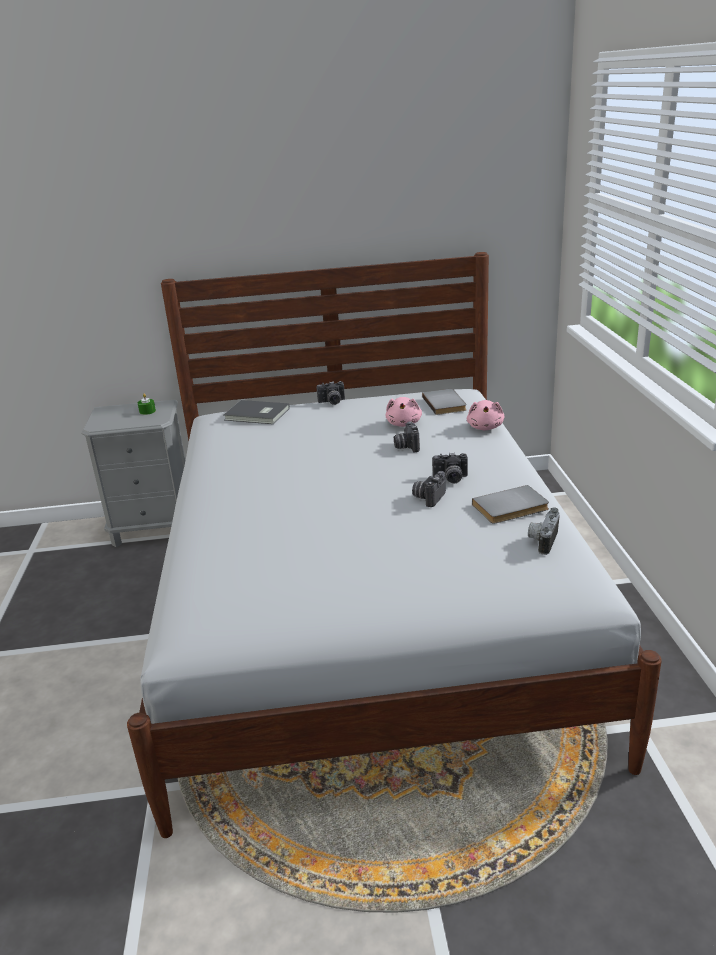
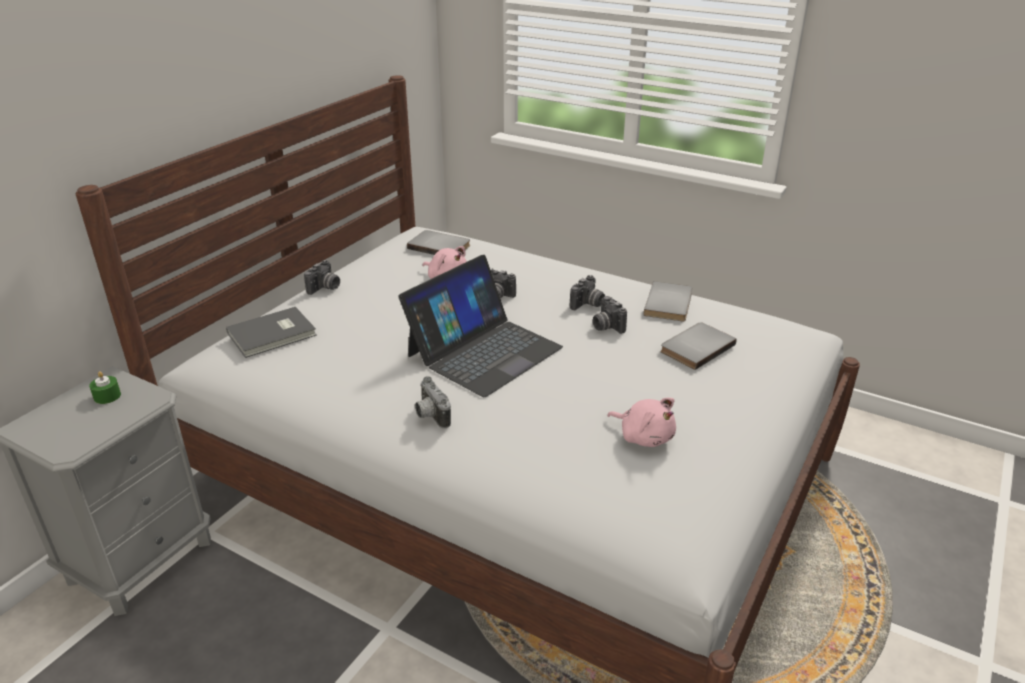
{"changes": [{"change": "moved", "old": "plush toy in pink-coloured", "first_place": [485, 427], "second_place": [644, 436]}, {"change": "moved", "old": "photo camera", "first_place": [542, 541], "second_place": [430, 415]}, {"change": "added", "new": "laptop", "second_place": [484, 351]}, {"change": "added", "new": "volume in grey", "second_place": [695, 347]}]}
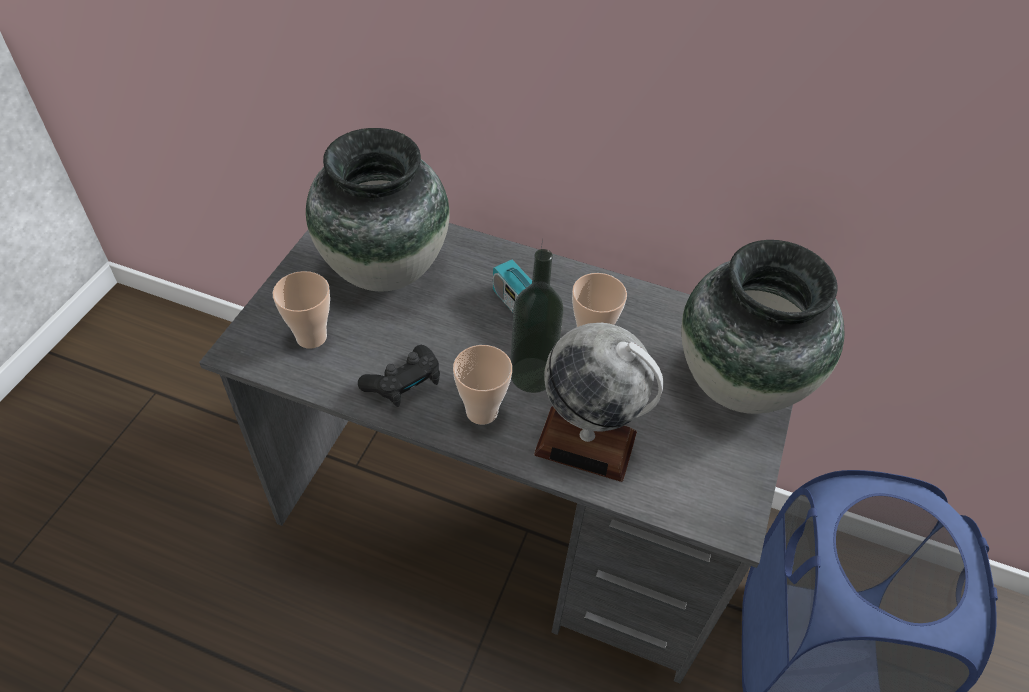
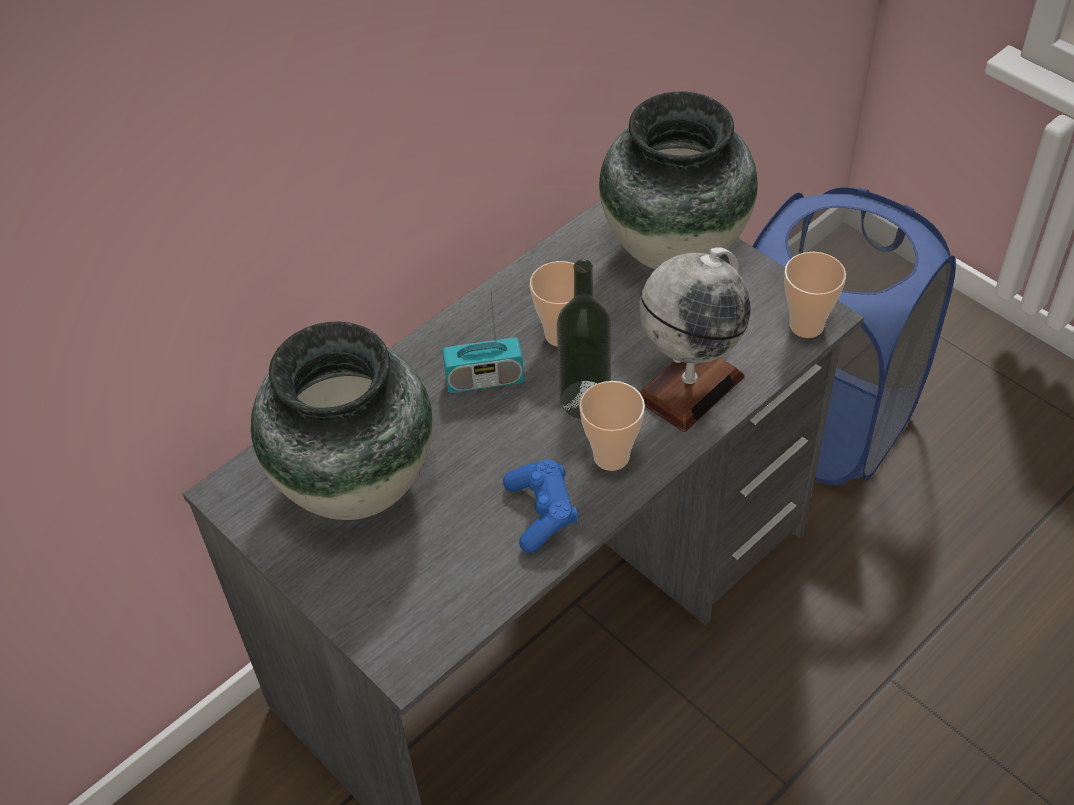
{"changes": [{"change": "moved", "old": "drinking cup", "first_place": [311, 337], "second_place": [806, 326]}, {"change": "recoloured", "old": "game controller in black", "new": "game controller in blue-coloured", "first_place": [404, 384], "second_place": [541, 513]}]}
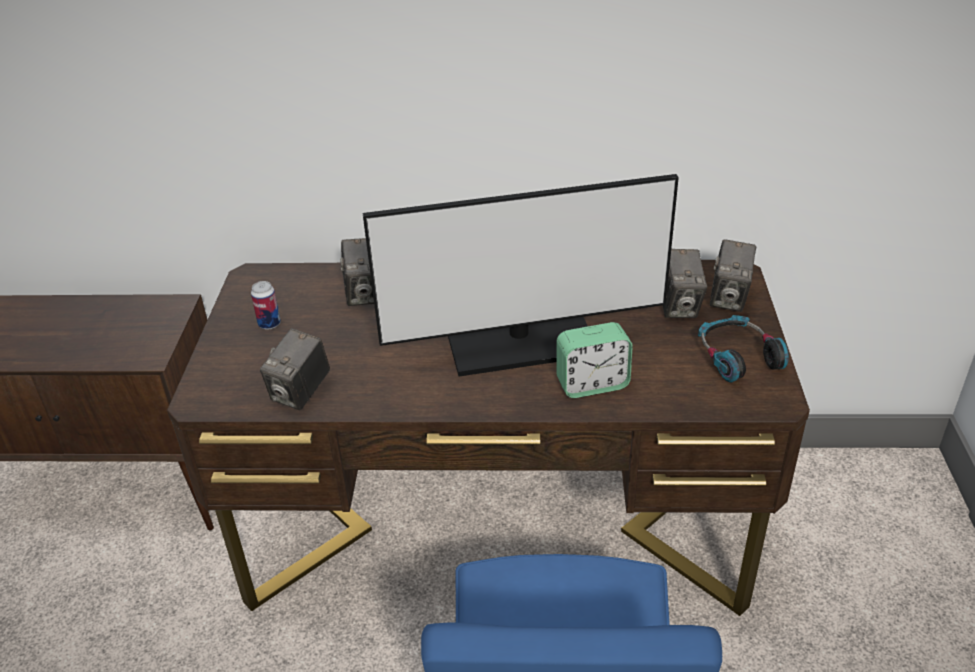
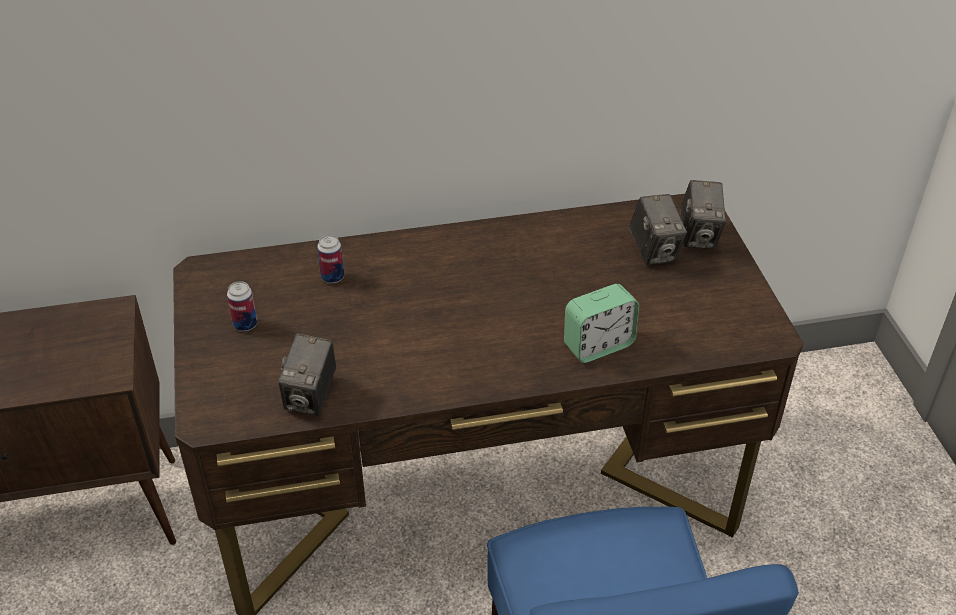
{"changes": [{"change": "removed", "old": "computer display", "first_place": [522, 345]}, {"change": "replaced", "old": "photo camera", "new": "sealed can", "first_place": [363, 294], "second_place": [332, 277]}, {"change": "removed", "old": "headset", "first_place": [737, 356]}]}
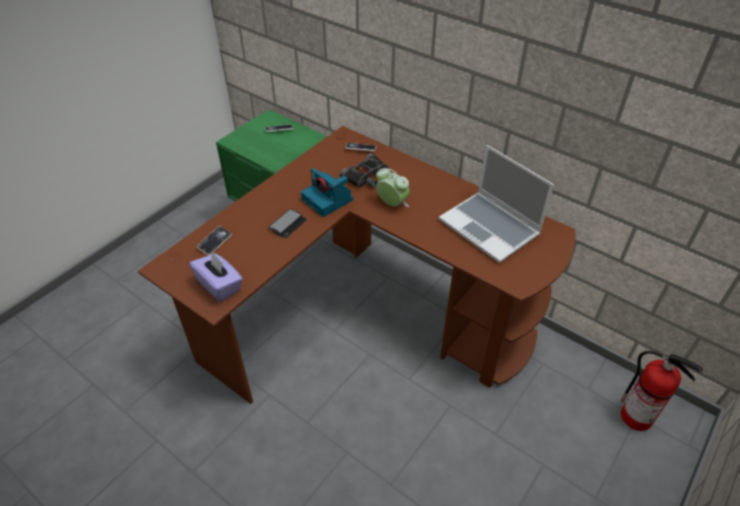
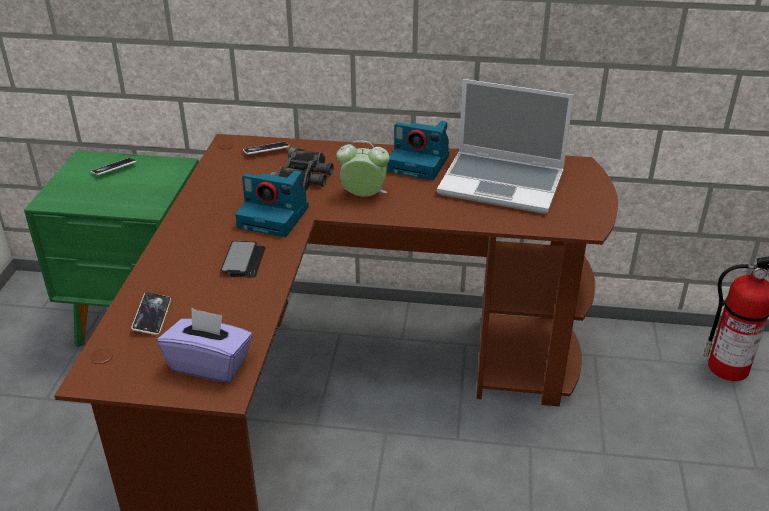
{"changes": [{"change": "added", "new": "photo camera", "second_place": [420, 163]}]}
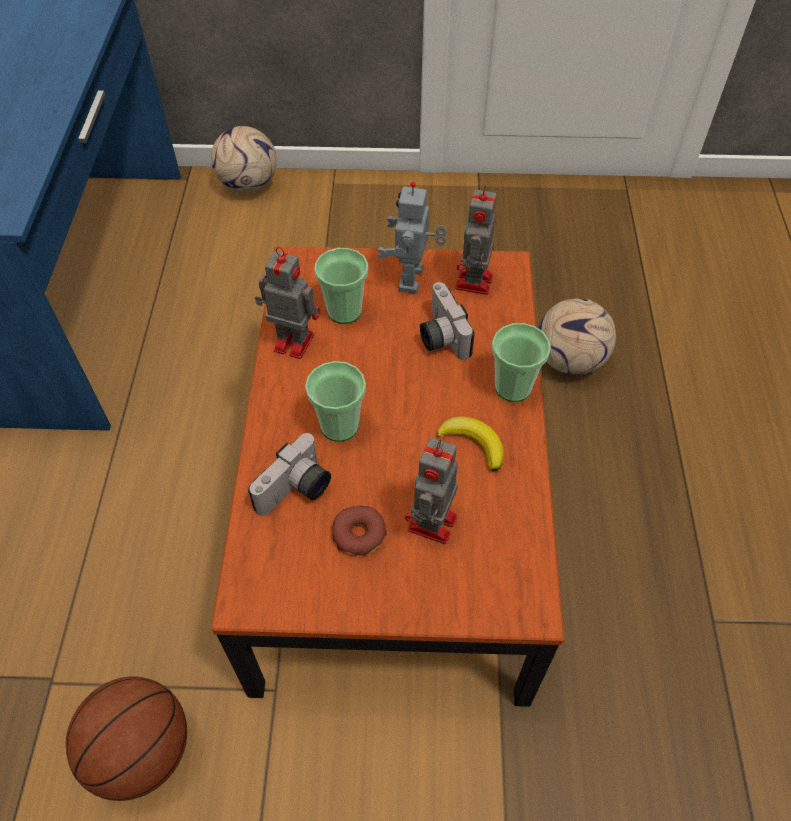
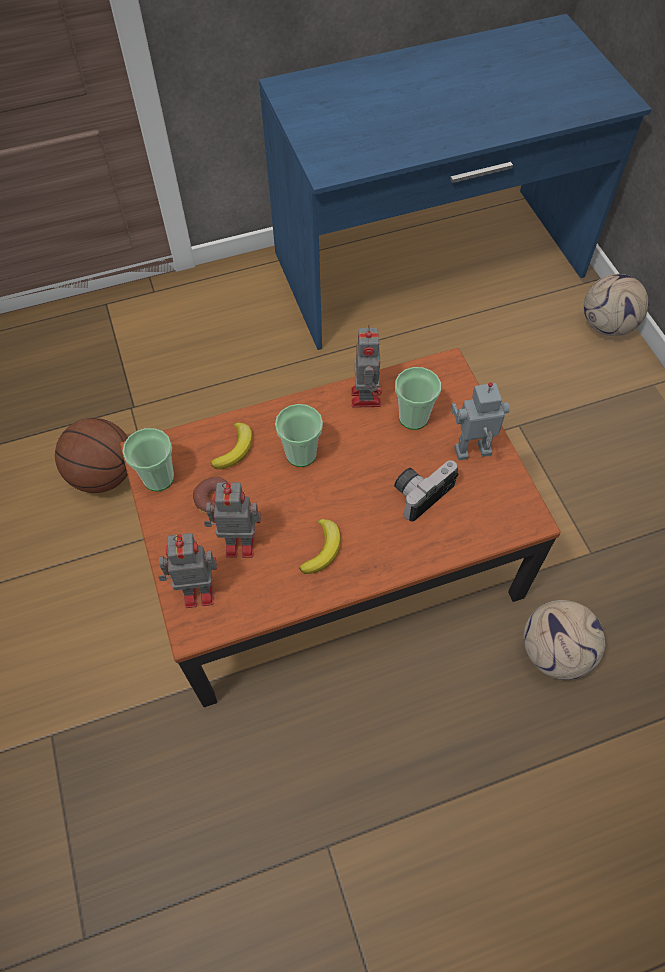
{"changes": [{"change": "moved", "old": "toy robot", "first_place": [473, 283], "second_place": [196, 591]}, {"change": "moved", "old": "drinking cup", "first_place": [513, 387], "second_place": [158, 478]}, {"change": "replaced", "old": "photo camera", "new": "banana fruit", "first_place": [296, 491], "second_place": [235, 449]}]}
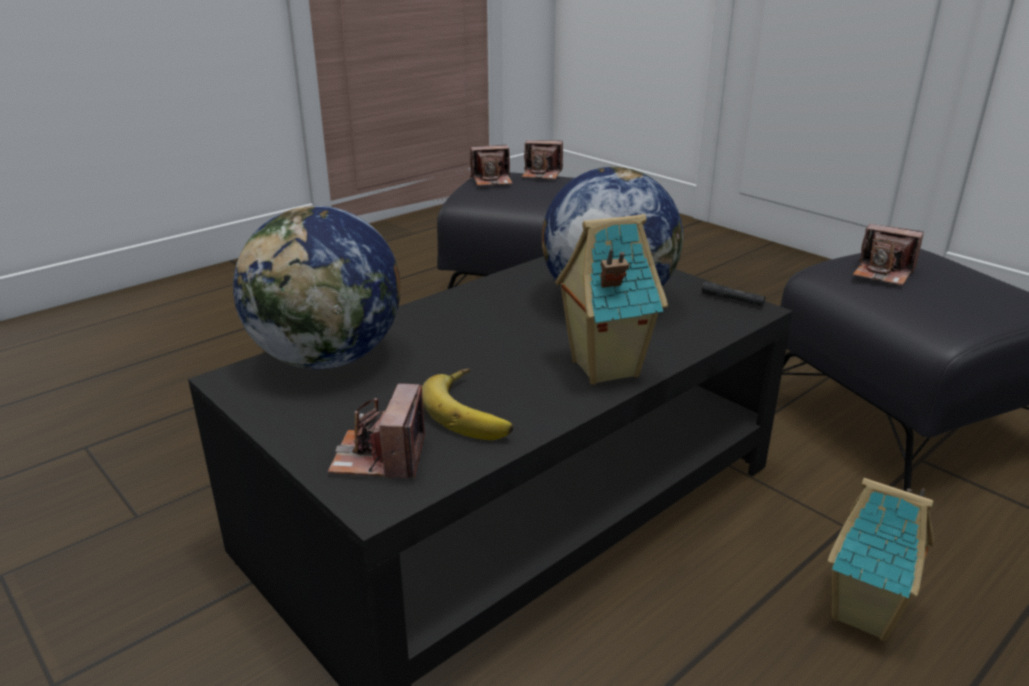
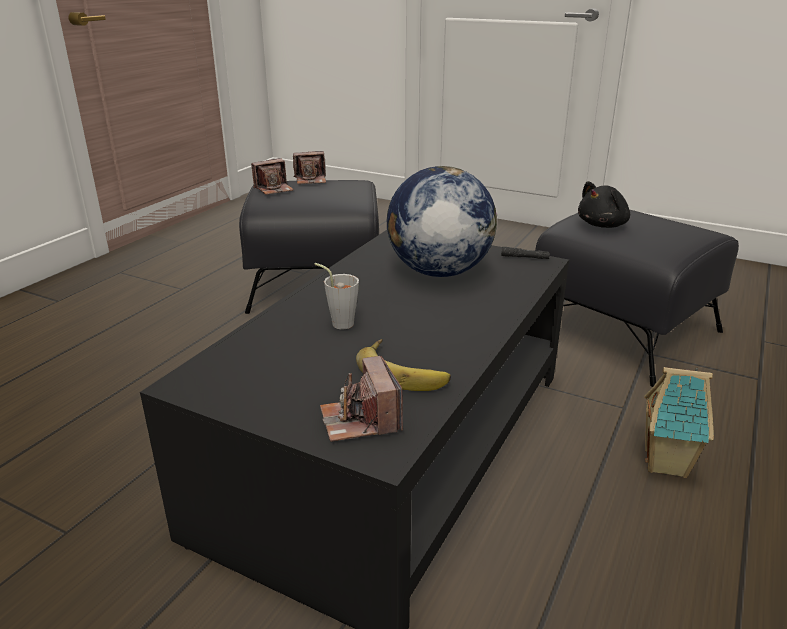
{"changes": [{"change": "removed", "old": "world globe", "first_place": [328, 359]}, {"change": "removed", "old": "toy house", "first_place": [602, 368]}, {"change": "replaced", "old": "photo camera", "new": "plush toy in black", "first_place": [883, 273], "second_place": [604, 225]}, {"change": "added", "new": "drinking cup in grey", "second_place": [339, 322]}]}
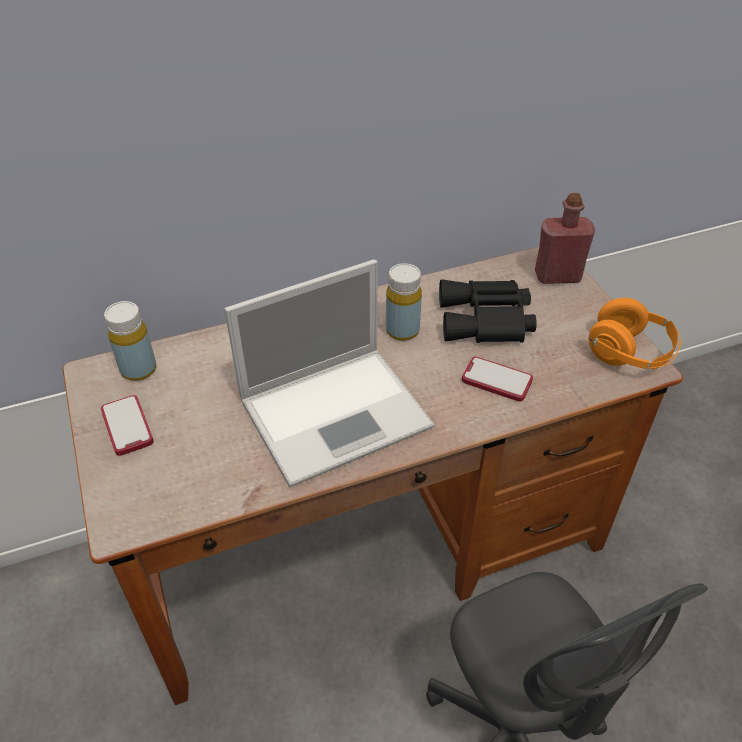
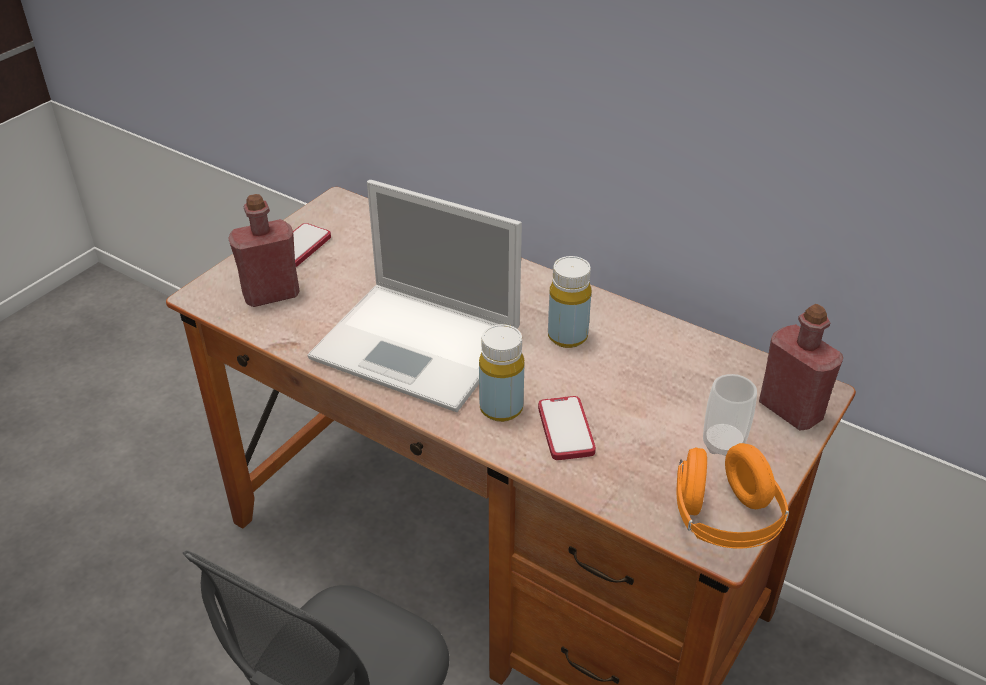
{"changes": [{"change": "removed", "old": "field glasses in black", "first_place": [487, 321]}, {"change": "moved", "old": "beverage bottle in yellow", "first_place": [138, 369], "second_place": [501, 408]}, {"change": "added", "new": "beverage bottle in red", "second_place": [271, 294]}, {"change": "added", "new": "drinking cup", "second_place": [723, 444]}]}
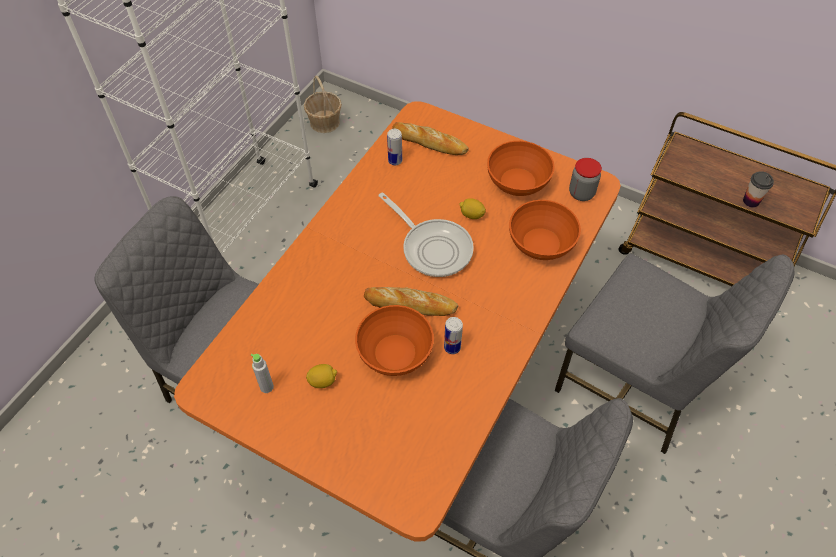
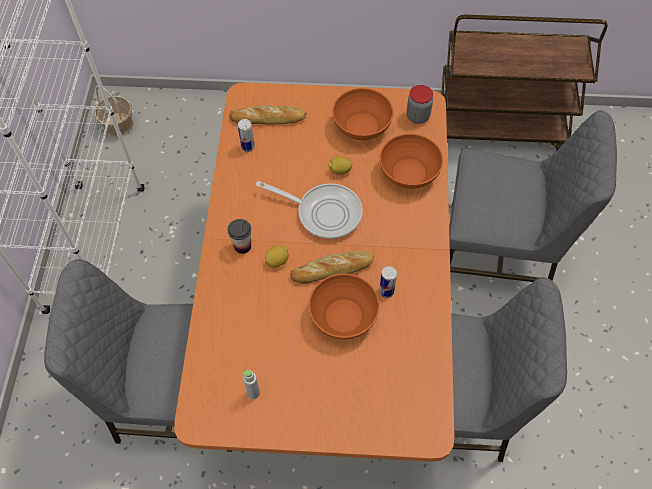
{"changes": [{"change": "moved", "old": "drinking cup", "first_place": [751, 201], "second_place": [242, 246]}, {"change": "moved", "old": "citrus fruit", "first_place": [323, 381], "second_place": [277, 261]}]}
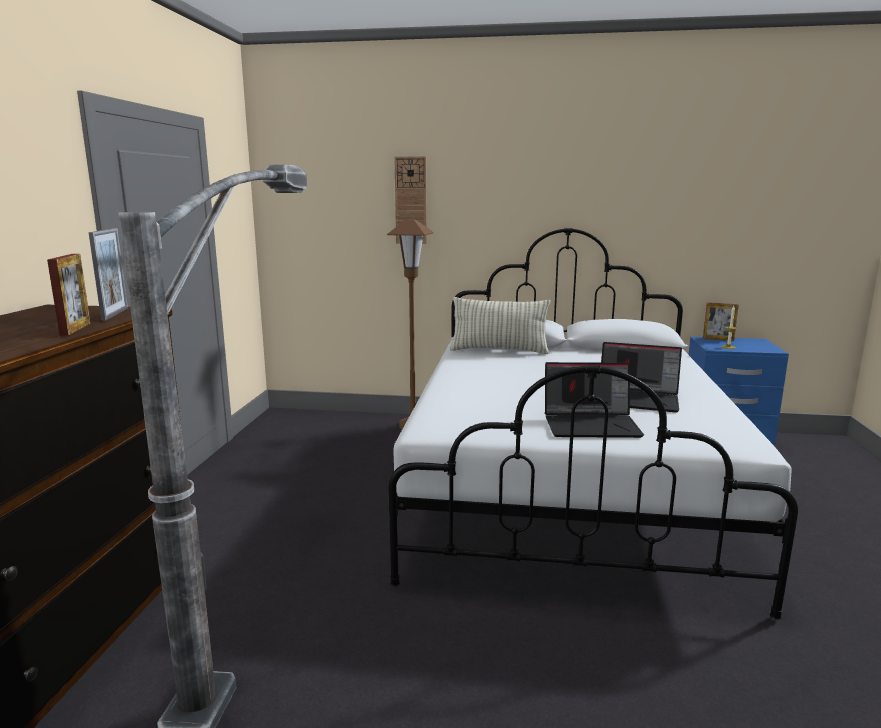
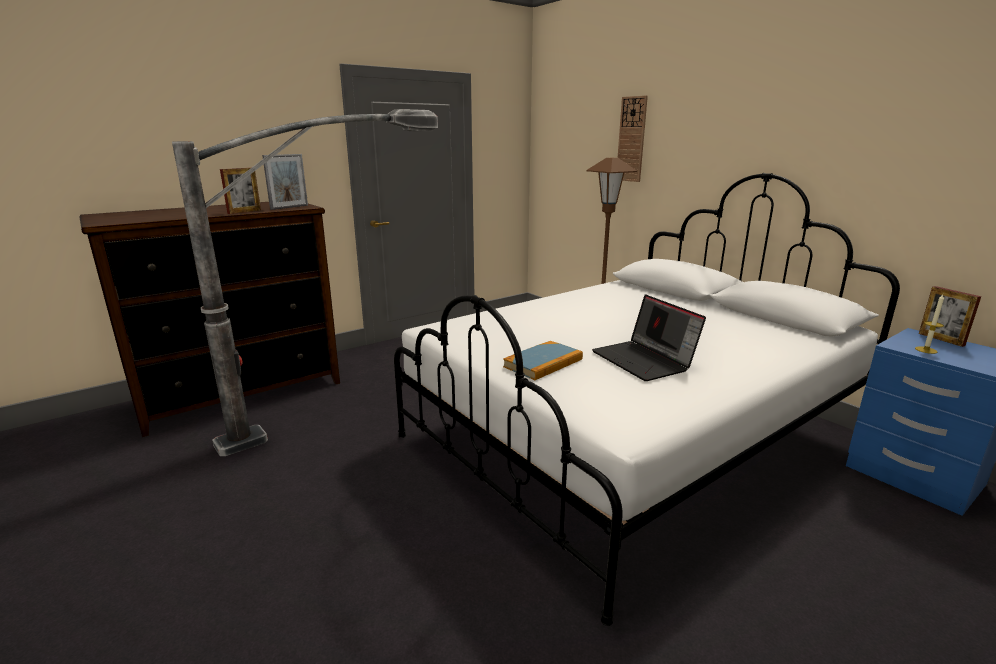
{"changes": [{"change": "removed", "old": "cushion", "first_place": [499, 350]}, {"change": "replaced", "old": "laptop", "new": "volume", "first_place": [592, 425], "second_place": [543, 363]}]}
